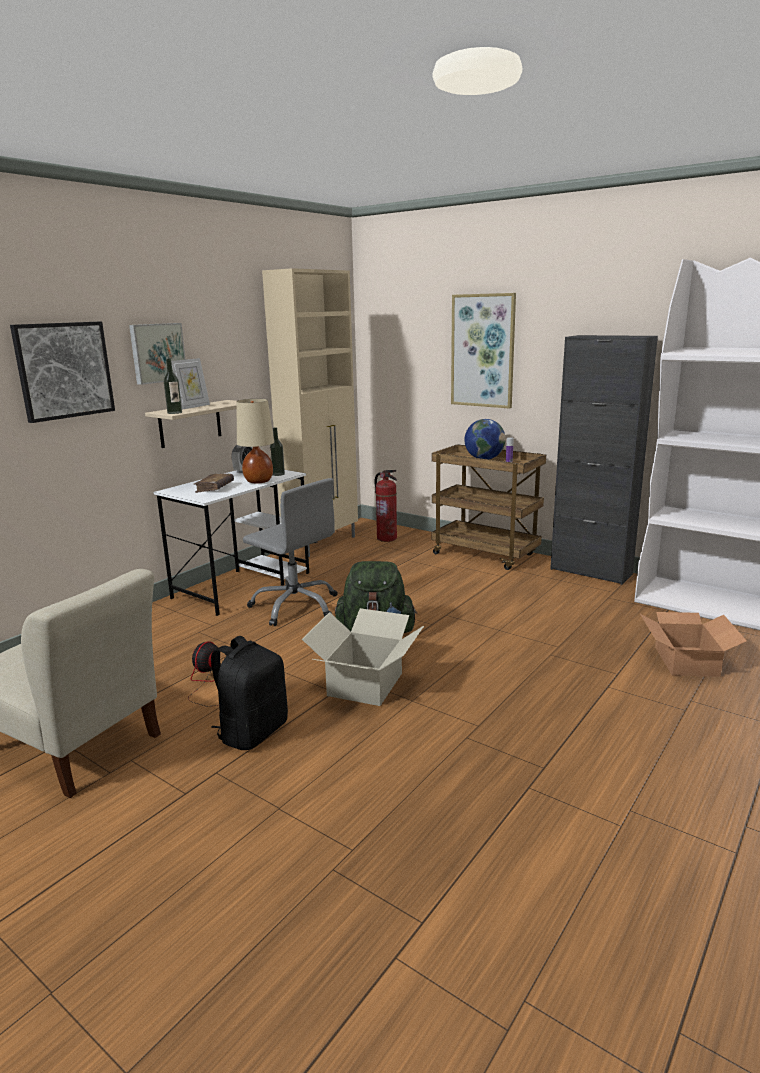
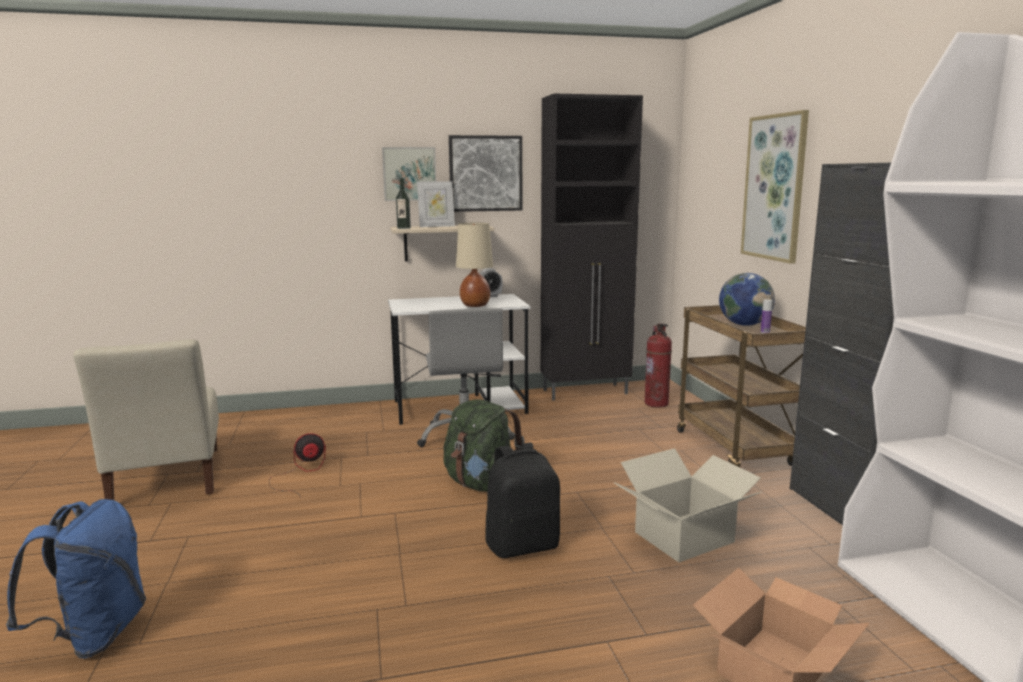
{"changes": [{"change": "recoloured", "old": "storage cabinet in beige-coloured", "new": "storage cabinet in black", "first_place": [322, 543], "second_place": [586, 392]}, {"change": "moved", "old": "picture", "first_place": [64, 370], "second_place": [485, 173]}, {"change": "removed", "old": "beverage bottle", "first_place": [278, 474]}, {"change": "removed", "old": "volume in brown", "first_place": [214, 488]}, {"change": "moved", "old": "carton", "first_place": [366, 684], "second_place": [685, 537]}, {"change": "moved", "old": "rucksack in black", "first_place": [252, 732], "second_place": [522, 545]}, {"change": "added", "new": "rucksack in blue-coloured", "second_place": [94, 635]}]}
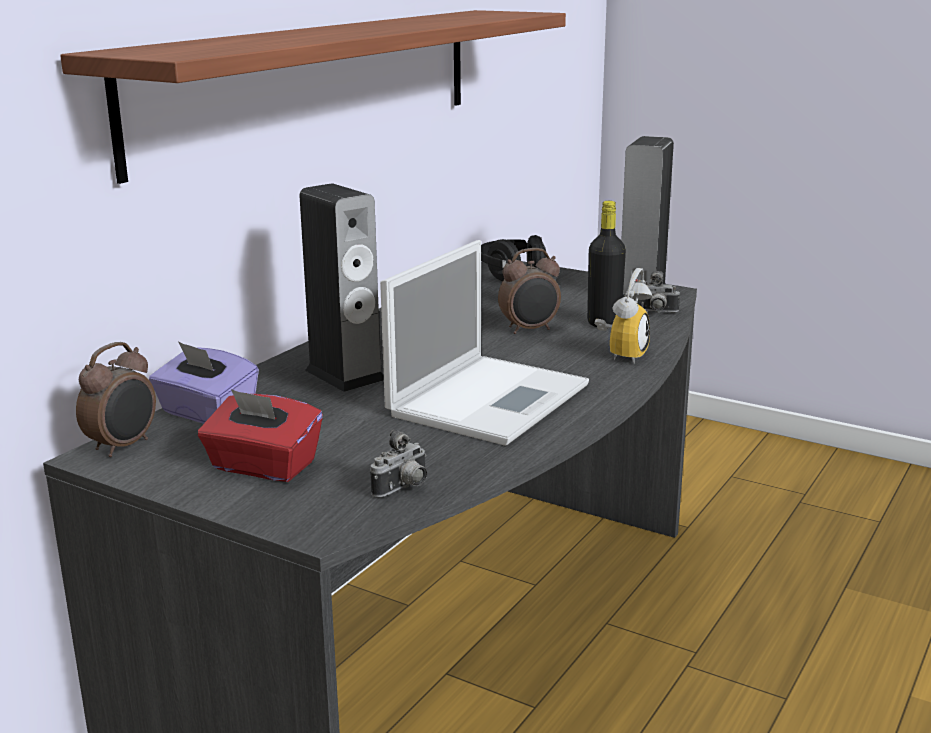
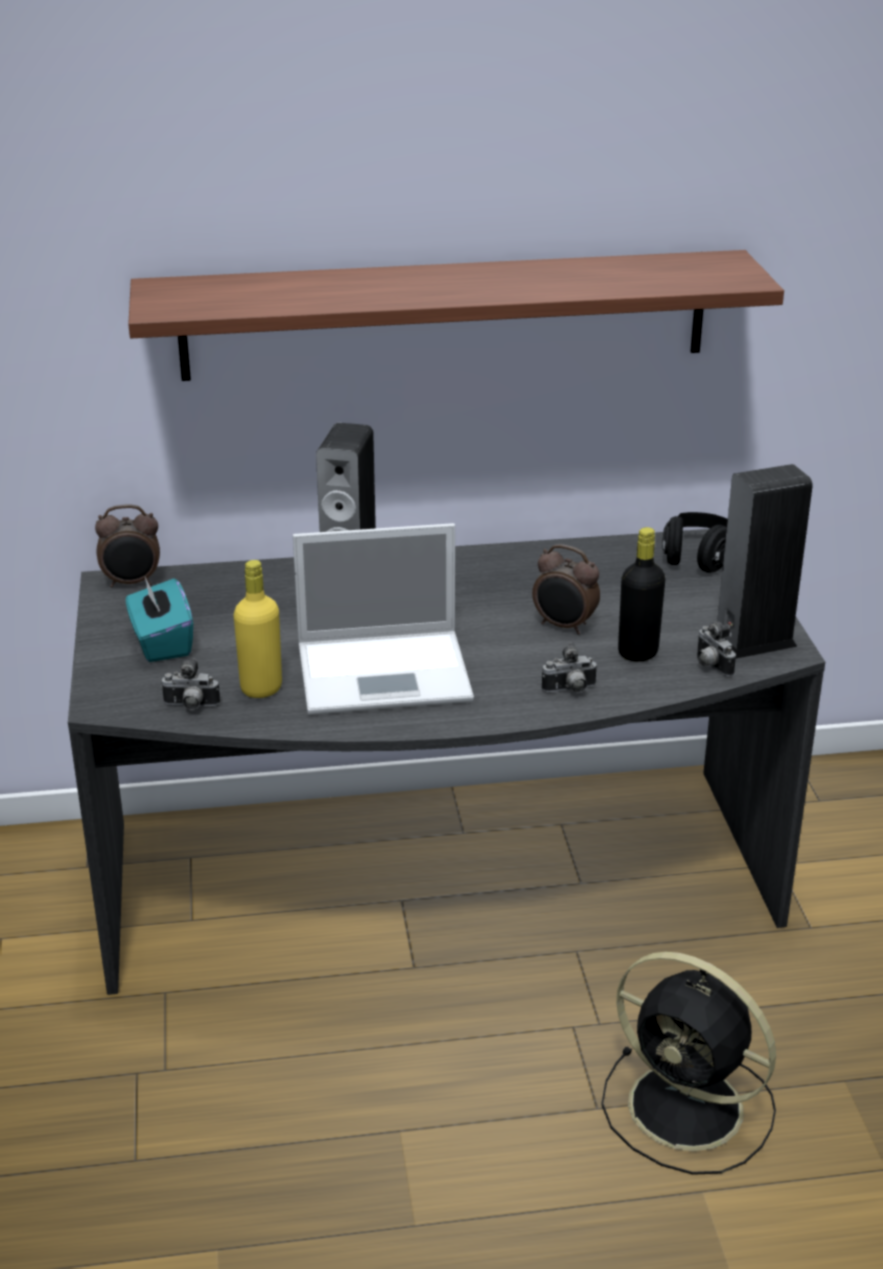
{"changes": [{"change": "replaced", "old": "alarm clock", "new": "photo camera", "first_place": [621, 354], "second_place": [570, 690]}, {"change": "removed", "old": "box of tissues in purple", "first_place": [206, 413]}, {"change": "recoloured", "old": "box of tissues in red", "new": "box of tissues in turquoise", "first_place": [263, 467], "second_place": [161, 643]}, {"change": "added", "new": "beverage bottle in yellow", "second_place": [261, 688]}, {"change": "added", "new": "electric fan in black", "second_place": [690, 1109]}]}
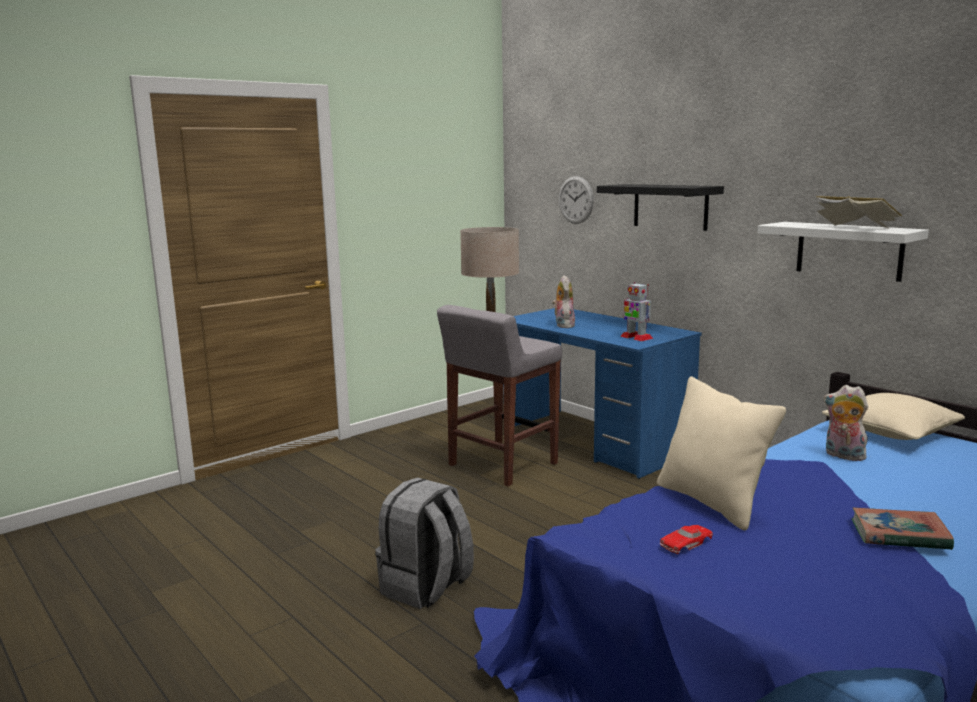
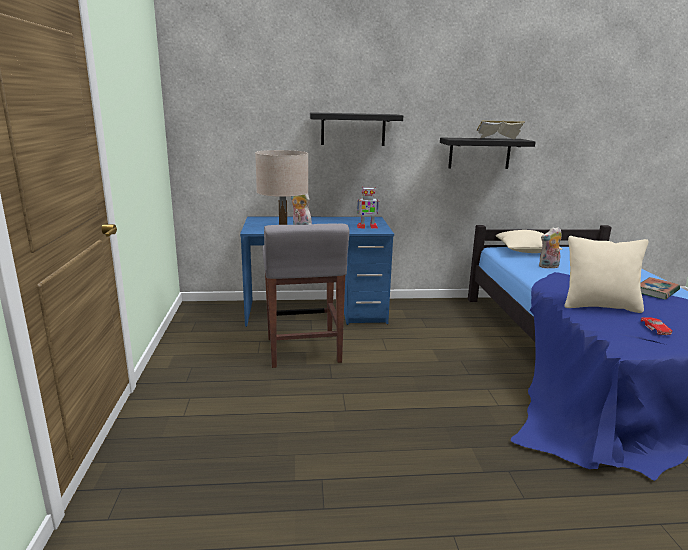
{"changes": [{"change": "removed", "old": "hanging clock", "first_place": [576, 200]}, {"change": "recoloured", "old": "shelf in white", "new": "shelf in black", "first_place": [849, 250], "second_place": [479, 153]}, {"change": "removed", "old": "rucksack in grey", "first_place": [426, 588]}]}
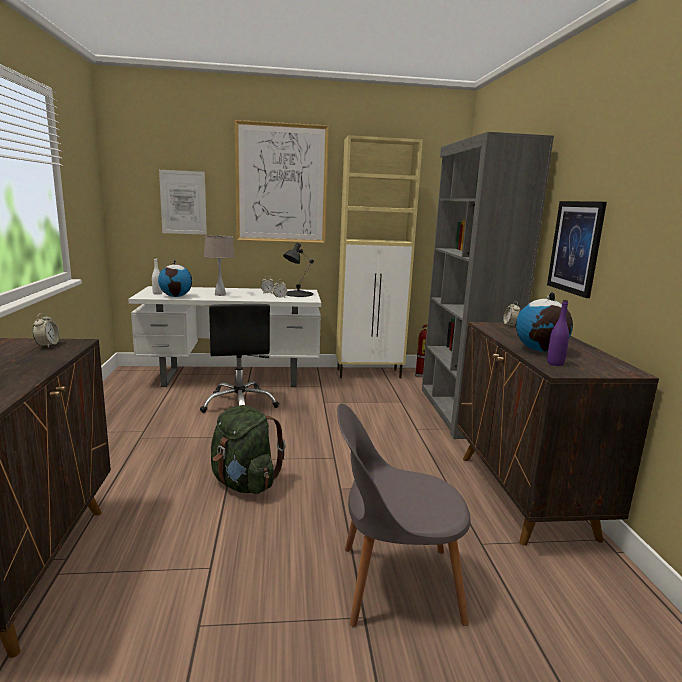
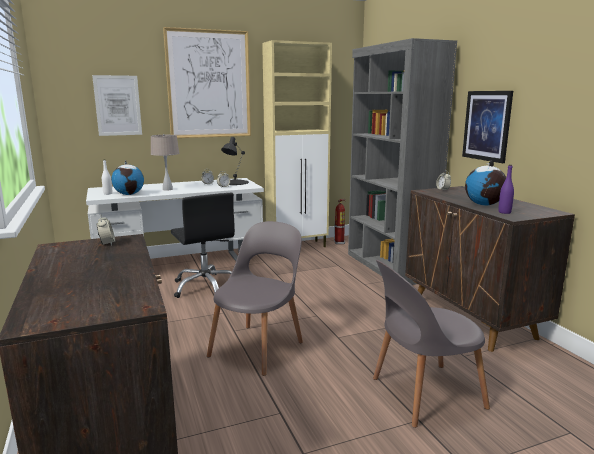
{"changes": [{"change": "replaced", "old": "rucksack in greenish", "new": "chair in grey", "first_place": [244, 483], "second_place": [258, 347]}]}
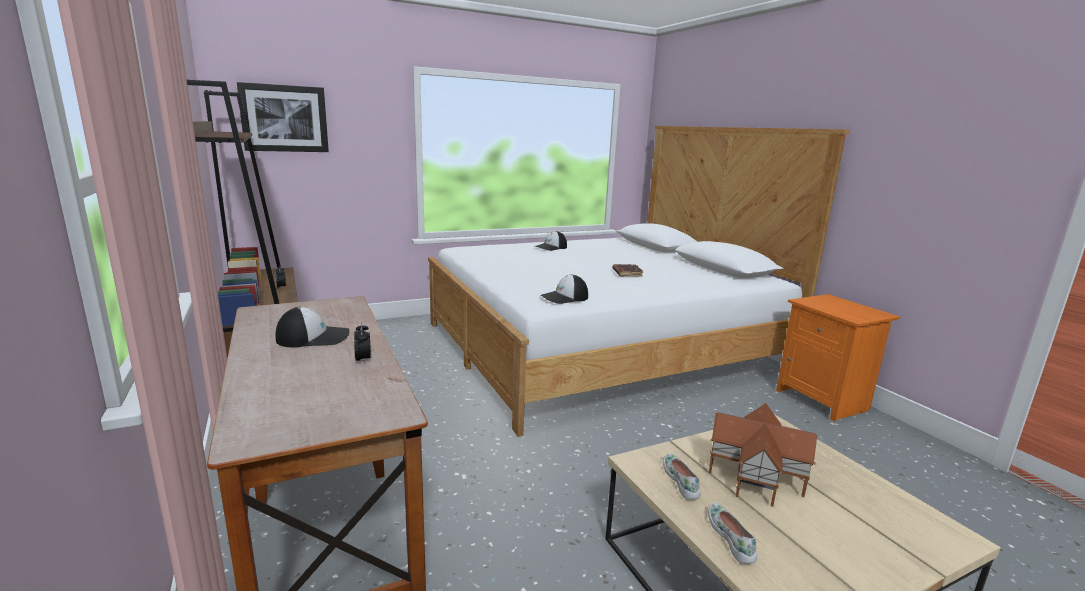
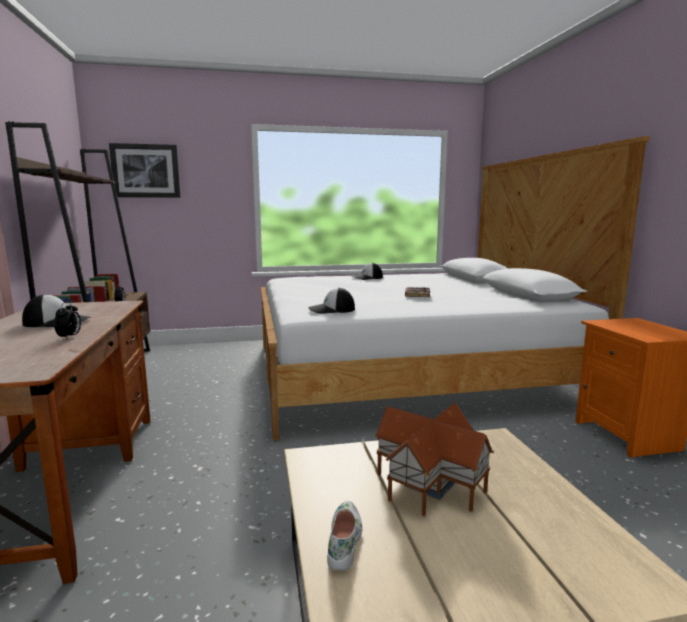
{"changes": [{"change": "removed", "old": "item of footwear in white", "first_place": [681, 480]}]}
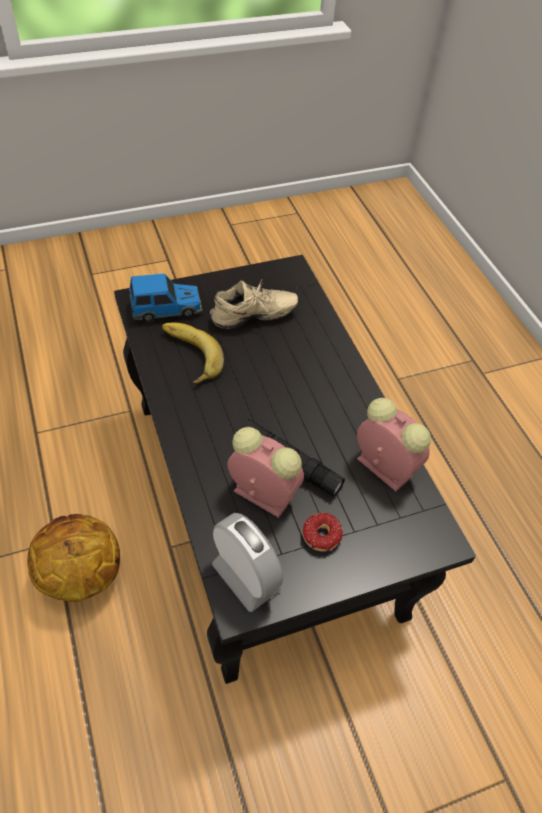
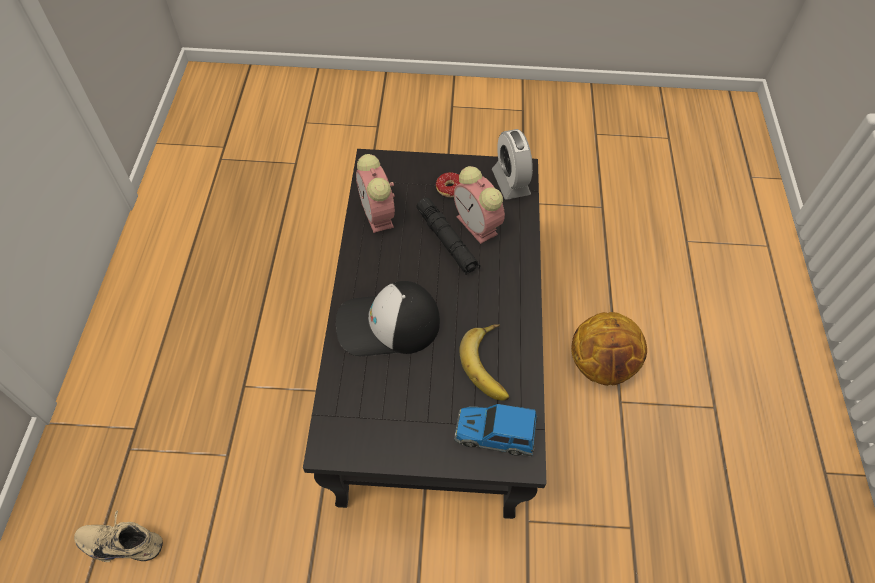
{"changes": [{"change": "moved", "old": "item of footwear in beige-coloured", "first_place": [254, 318], "second_place": [124, 541]}, {"change": "added", "new": "peaked cap", "second_place": [387, 325]}]}
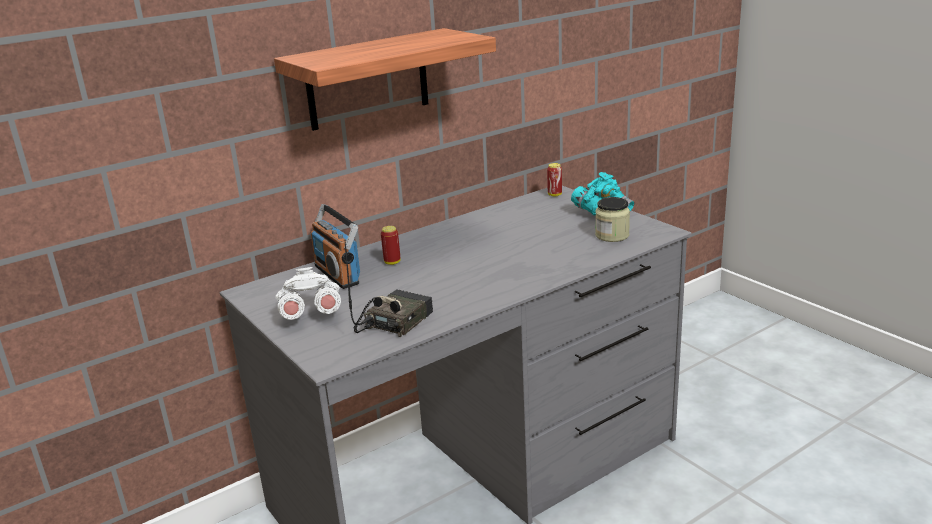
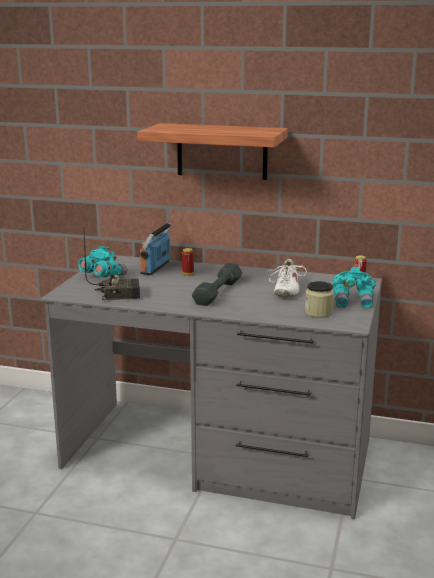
{"changes": [{"change": "recoloured", "old": "field glasses in white", "new": "field glasses in turquoise", "first_place": [310, 315], "second_place": [102, 277]}, {"change": "added", "new": "item of footwear in white", "second_place": [286, 290]}, {"change": "added", "new": "hand weight in grey", "second_place": [218, 292]}]}
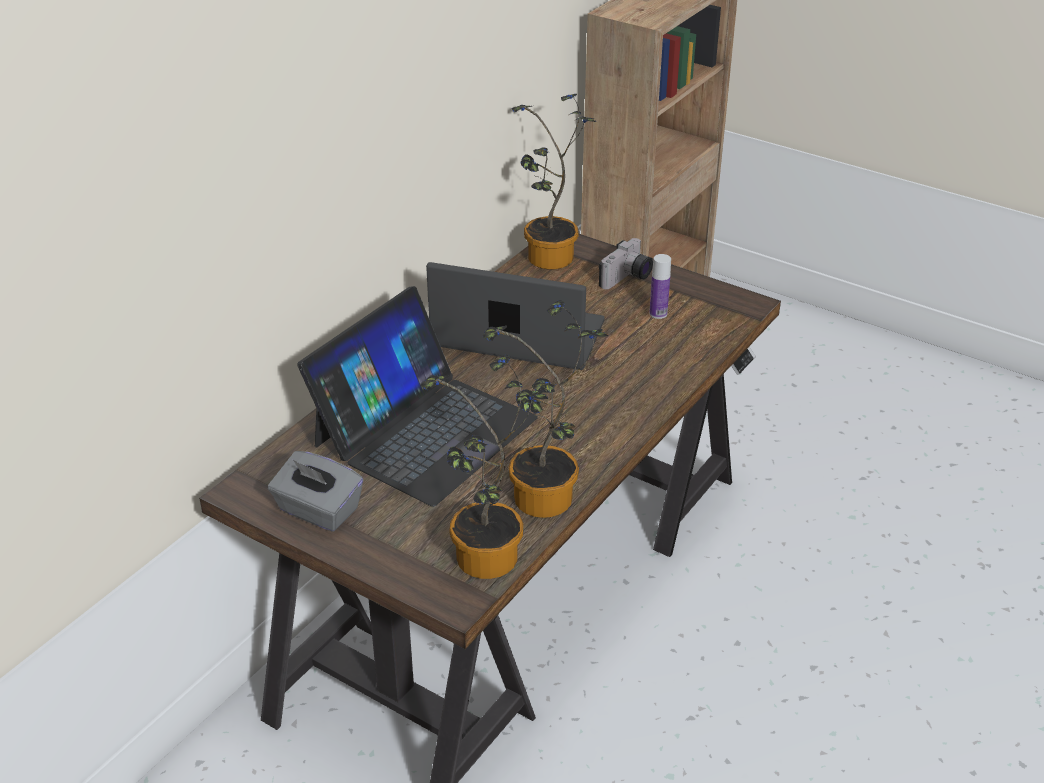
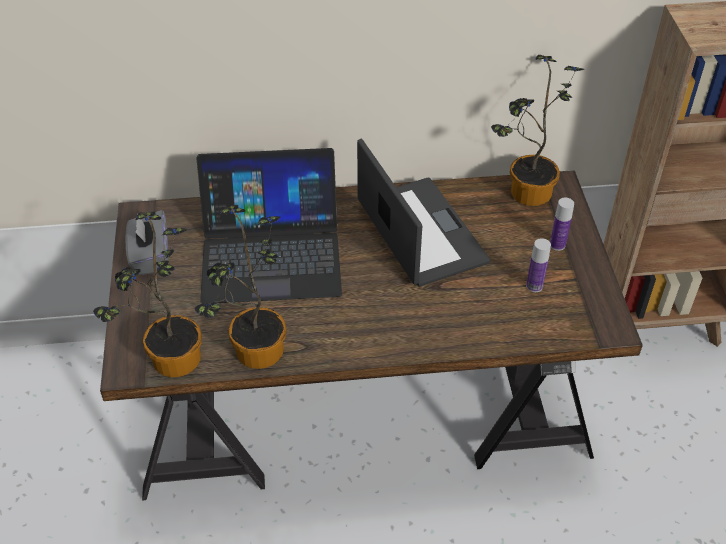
{"changes": [{"change": "replaced", "old": "photo camera", "new": "beverage bottle", "first_place": [627, 278], "second_place": [557, 245]}]}
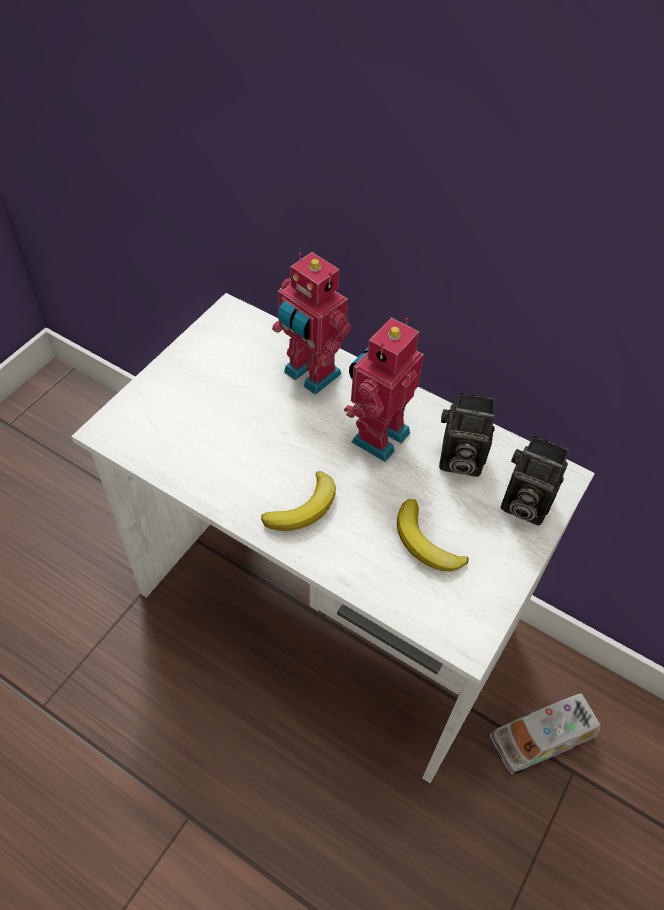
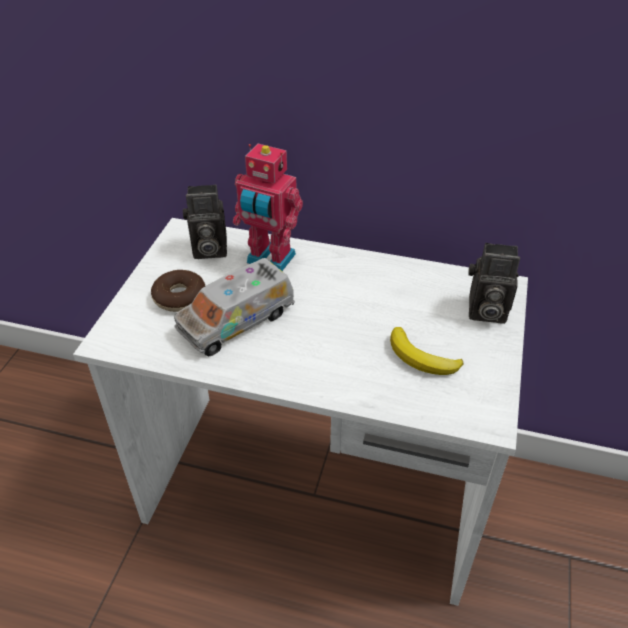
{"changes": [{"change": "removed", "old": "toy robot", "first_place": [377, 435]}, {"change": "moved", "old": "photo camera", "first_place": [458, 460], "second_place": [207, 250]}, {"change": "removed", "old": "banana fruit", "first_place": [304, 507]}, {"change": "moved", "old": "toy lorry", "first_place": [541, 738], "second_place": [236, 321]}, {"change": "added", "new": "donut", "second_place": [179, 297]}]}
